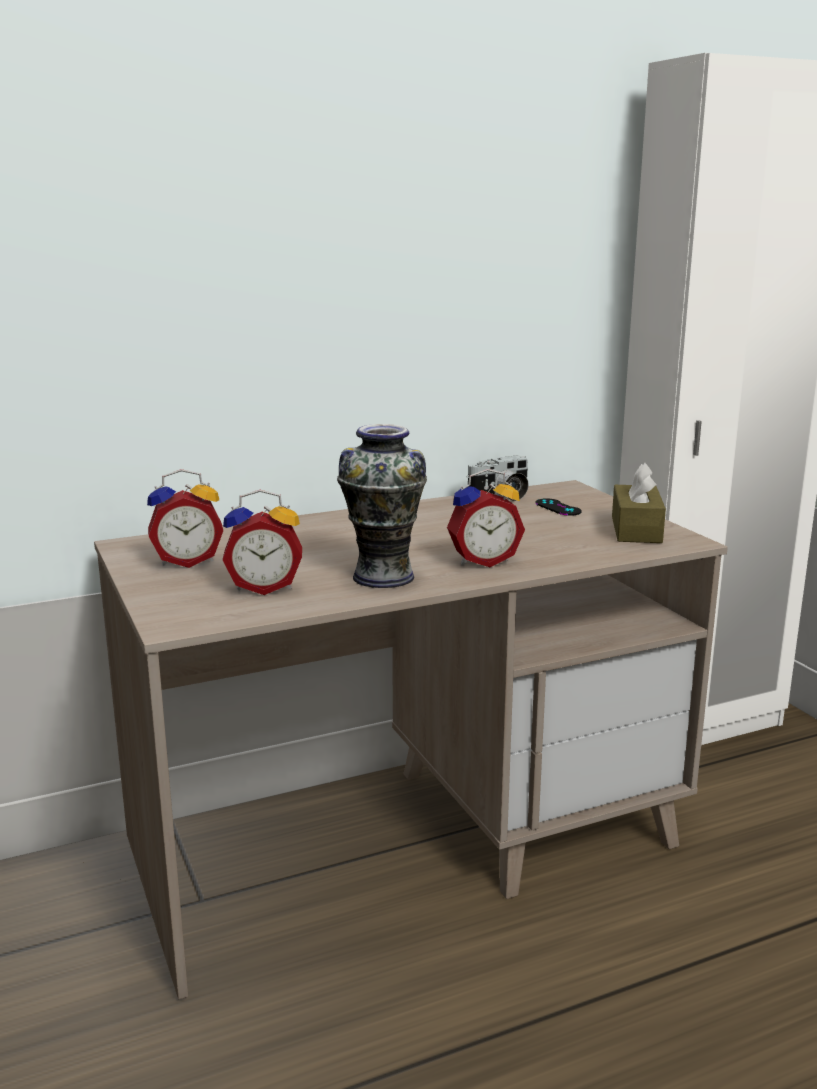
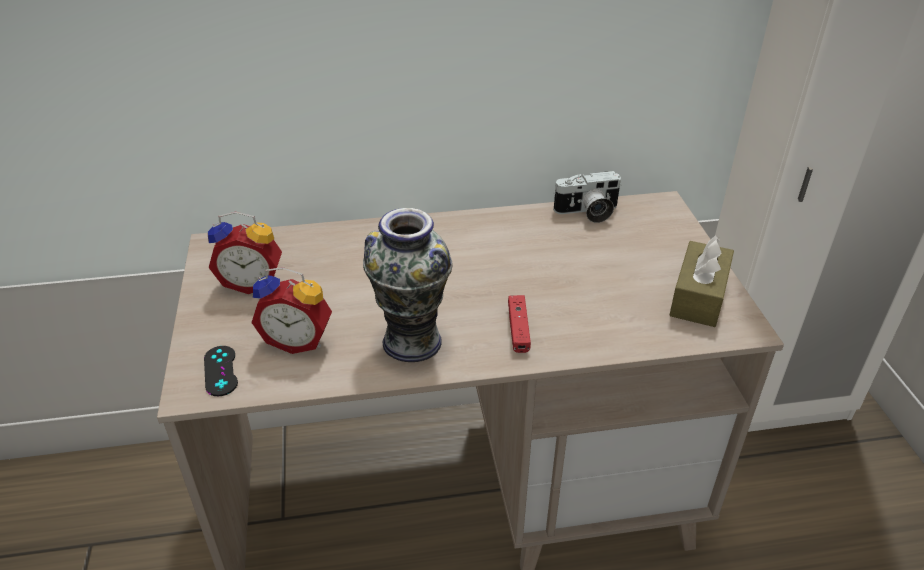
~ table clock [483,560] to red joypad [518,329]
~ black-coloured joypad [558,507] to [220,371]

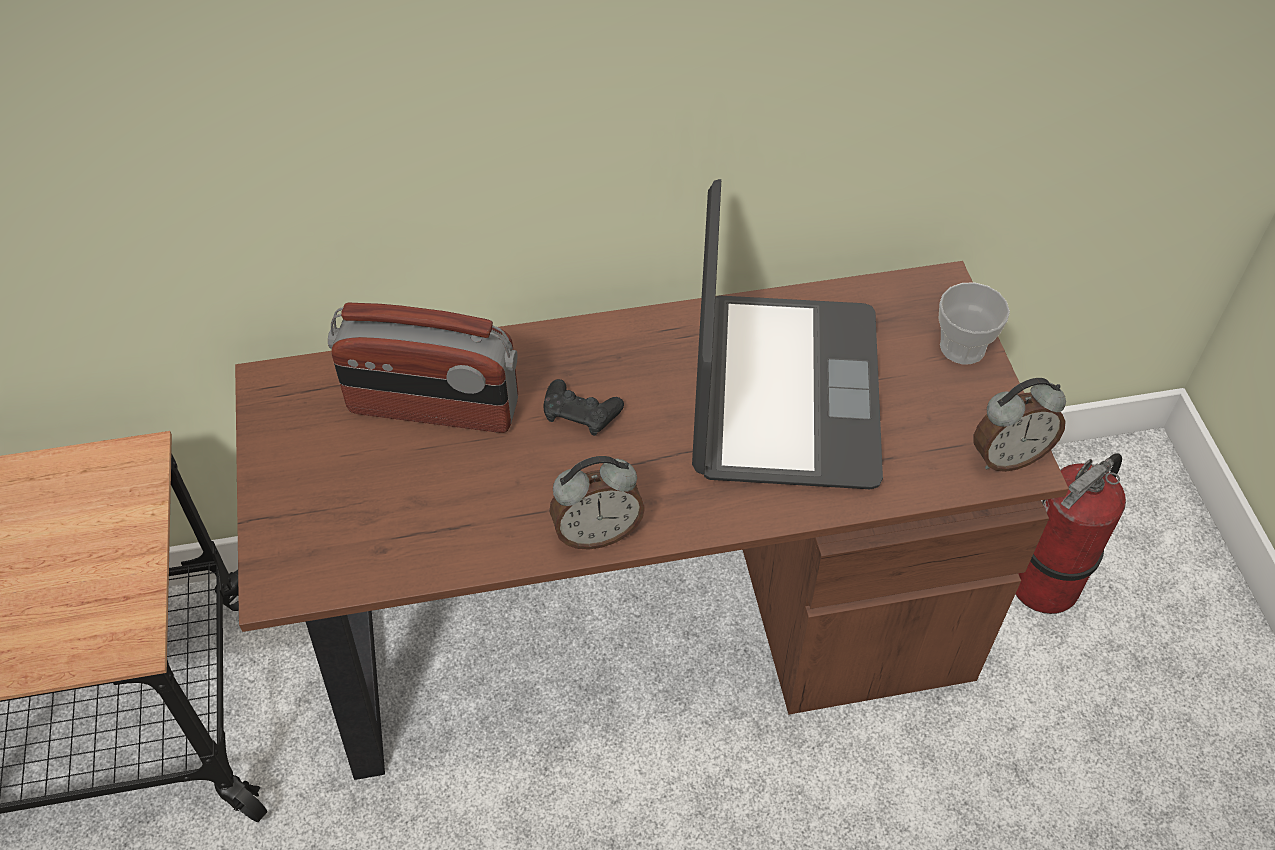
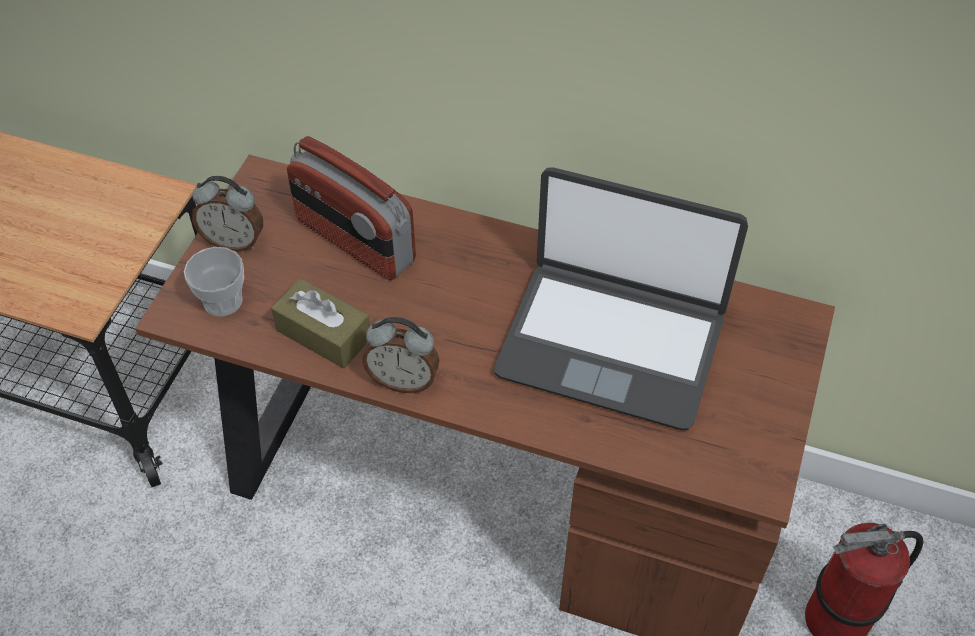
- black-coloured joypad [581,413]
~ portable computer [782,393] = [611,343] 75 degrees clockwise
~ cup [962,347] to [222,301]
~ table clock [1007,456] to [234,241]
+ brownish tissue box [323,334]

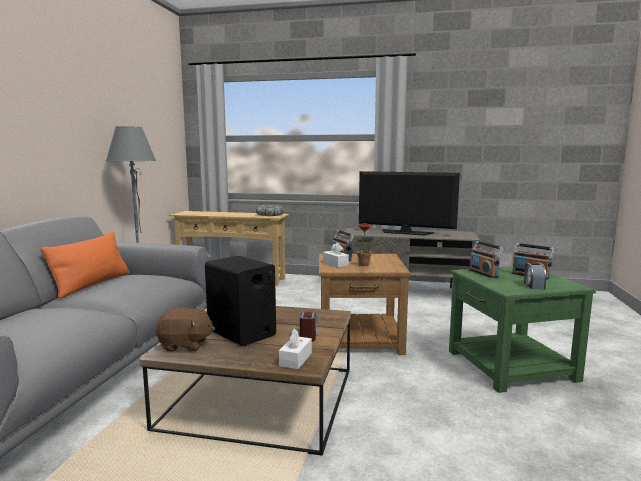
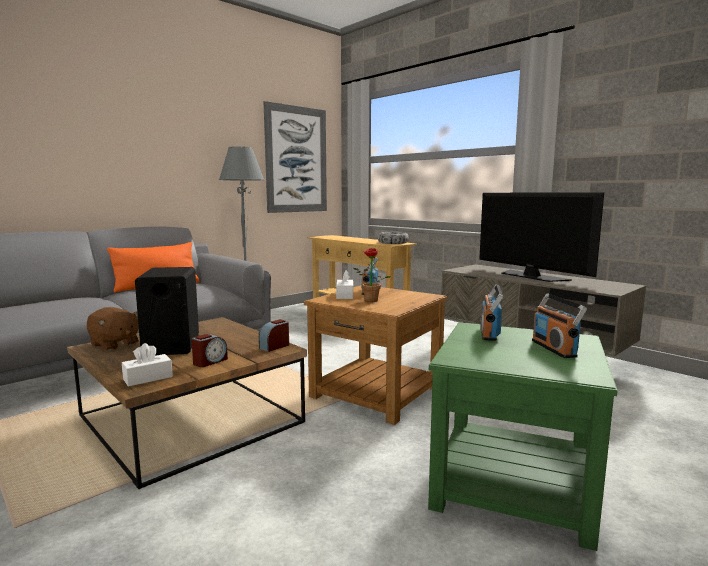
~ table clock [533,285] to [274,346]
+ wall art [296,160]

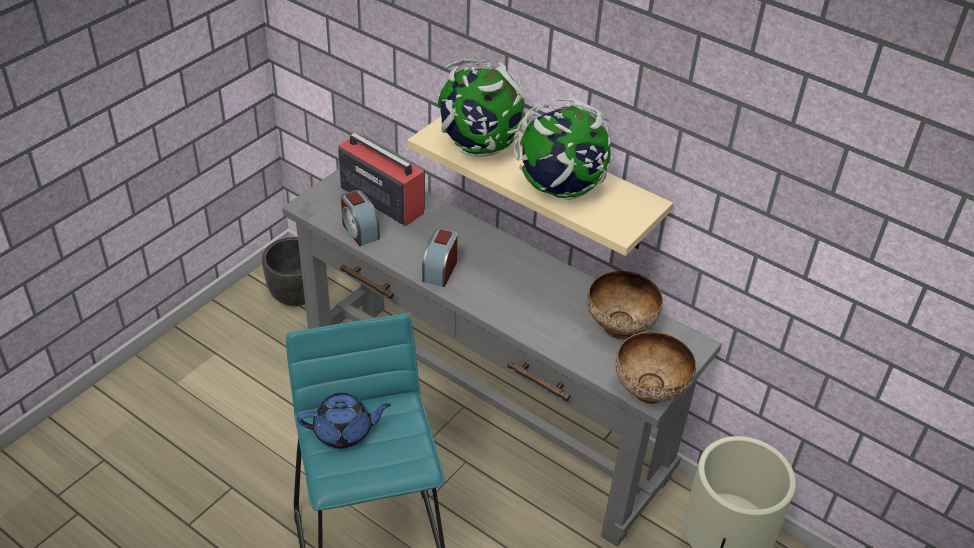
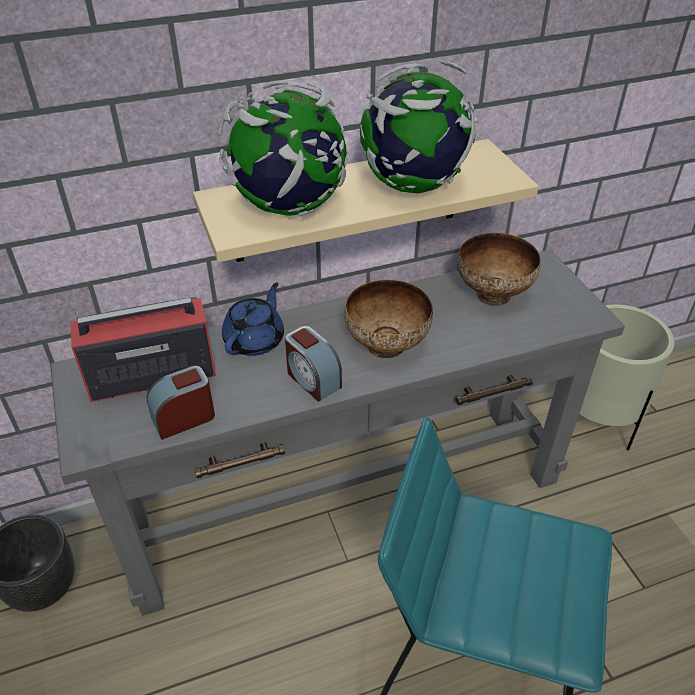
~ bluish teapot [344,431] to [255,340]
~ table clock [359,231] = [184,418] 150 degrees clockwise
~ deep dish [649,392] to [387,347]

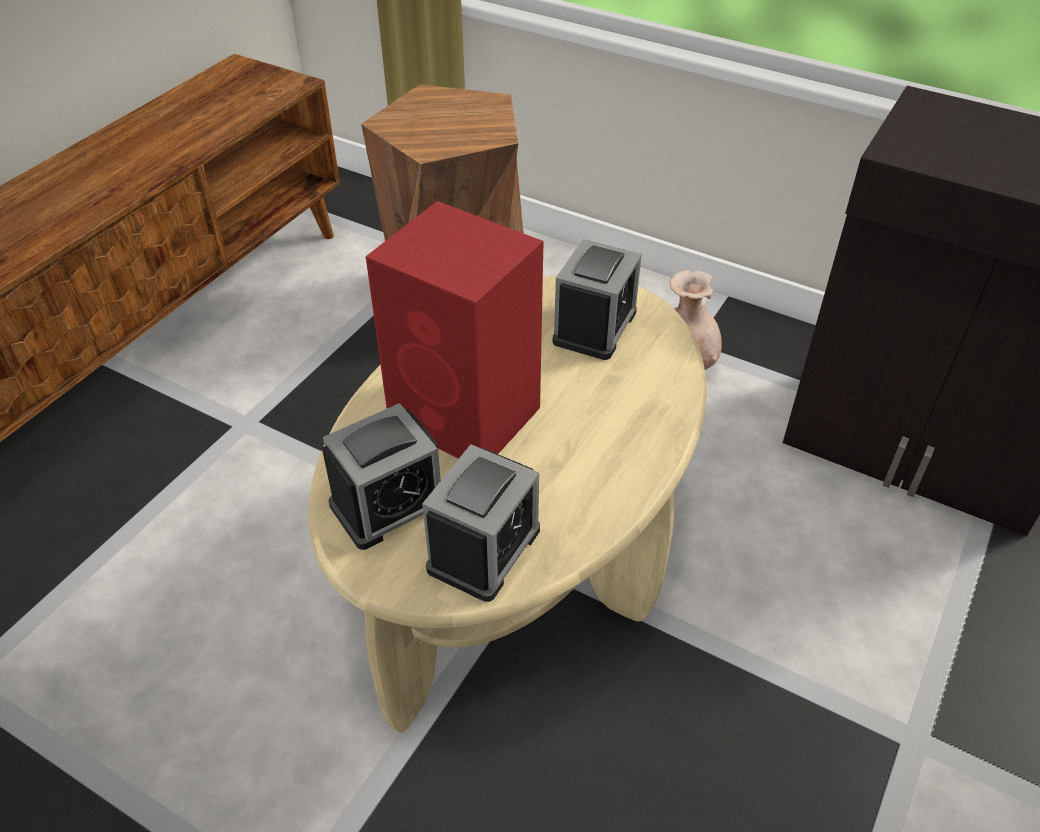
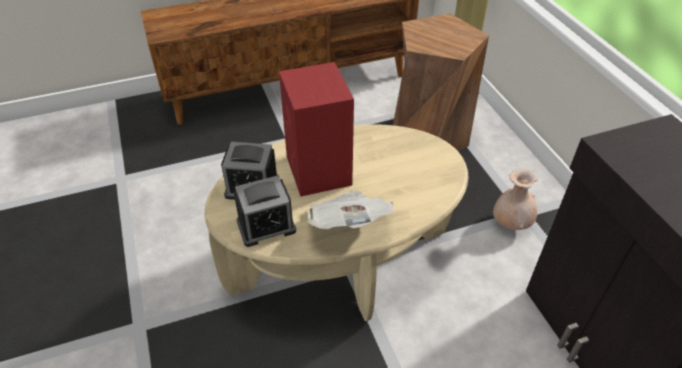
- table clock [594,327]
+ daily paper [349,224]

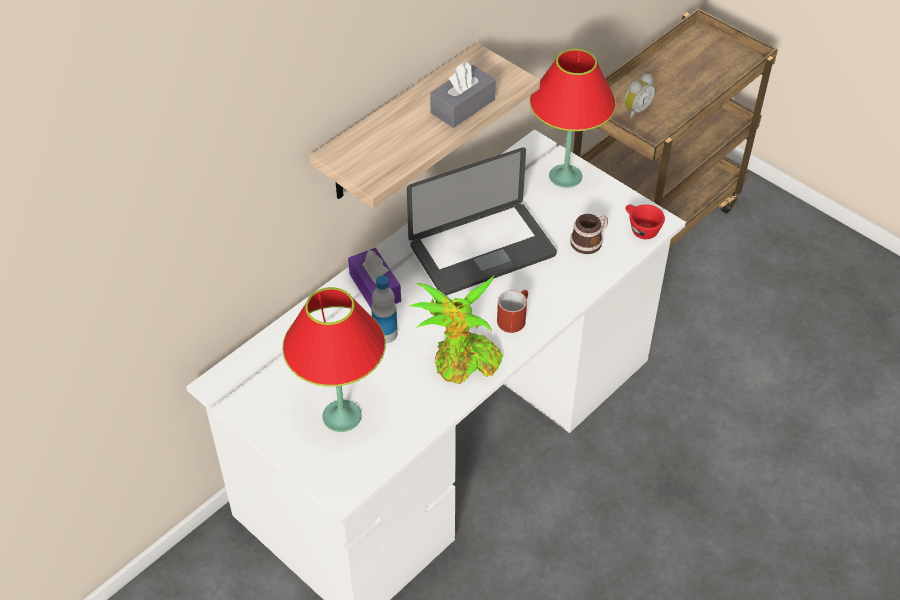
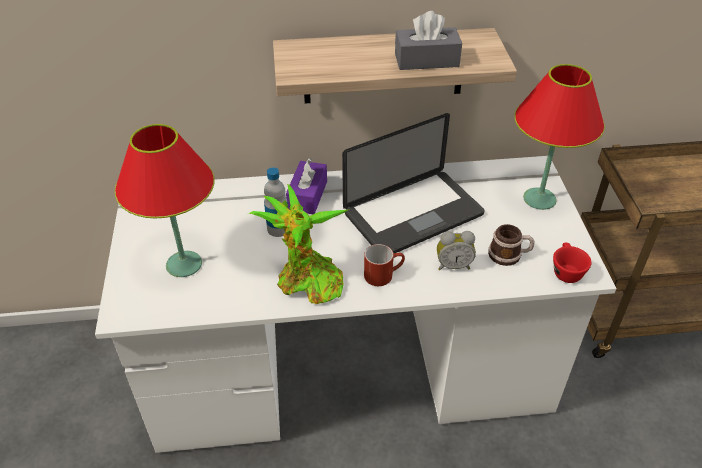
~ portable computer [482,251] = [413,214] 45 degrees counterclockwise
~ table clock [635,110] to [453,265]

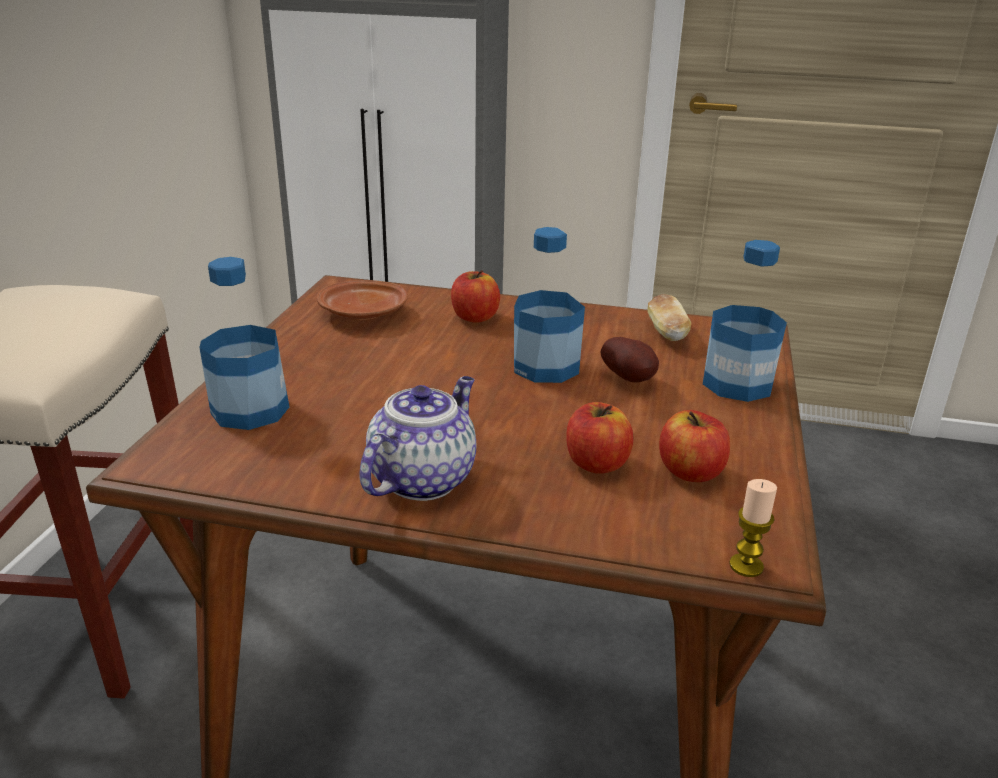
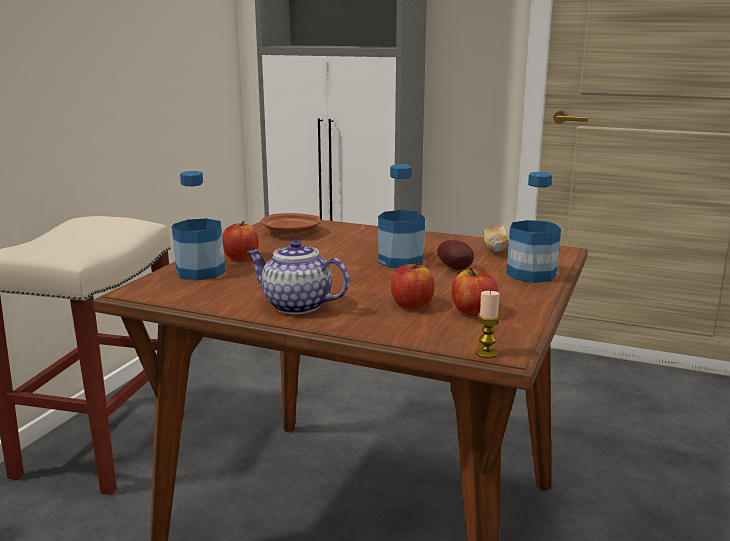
~ teapot [422,478] = [295,305] 105 degrees counterclockwise
~ apple [475,317] to [241,257]

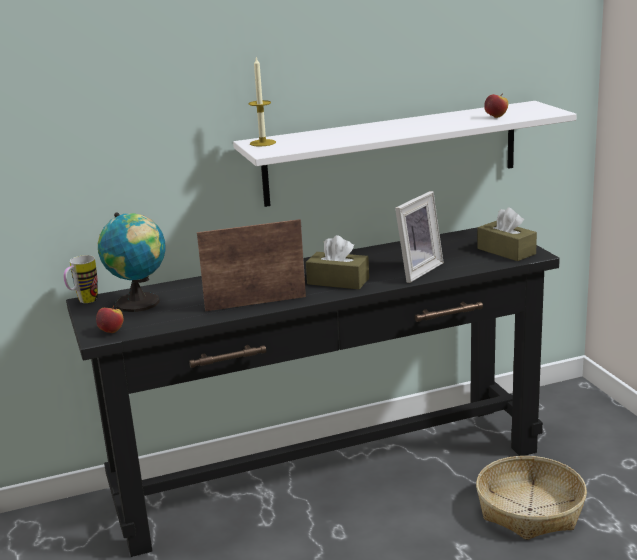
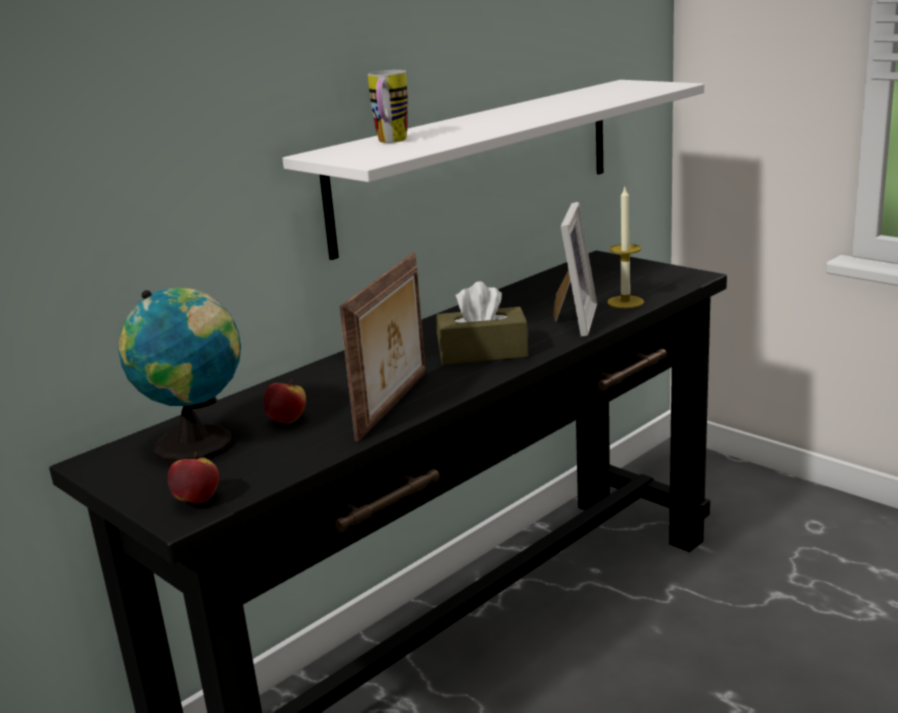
~ coffee mug [83,302] to [390,142]
~ photo frame [255,302] = [395,405] 150 degrees clockwise
~ candle [262,143] to [625,302]
- household basket [529,510]
- brownish tissue box [506,251]
~ apple [496,117] to [287,421]

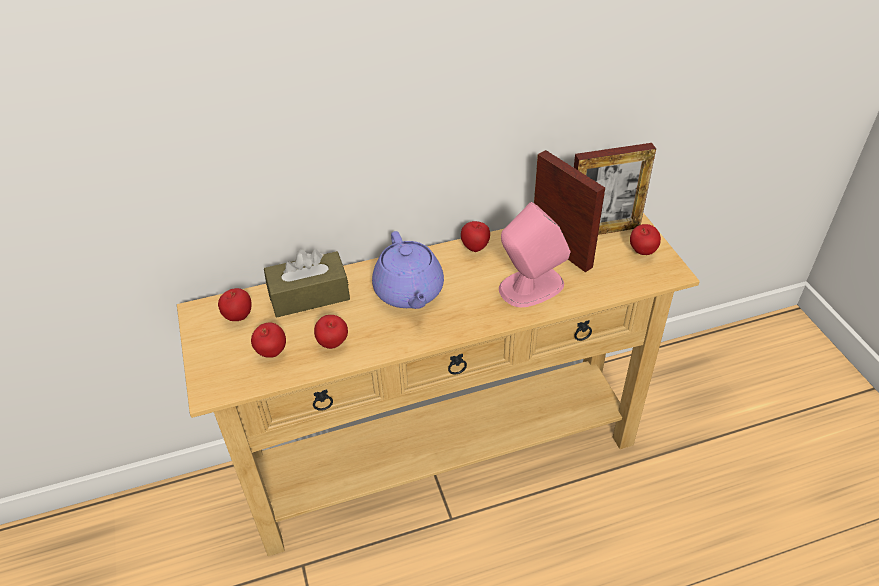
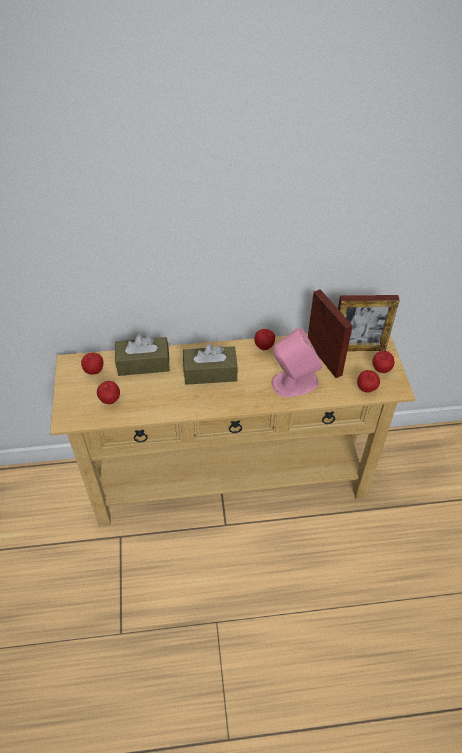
~ apple [333,344] to [366,389]
~ purple-coloured teapot [409,292] to brownish tissue box [210,372]

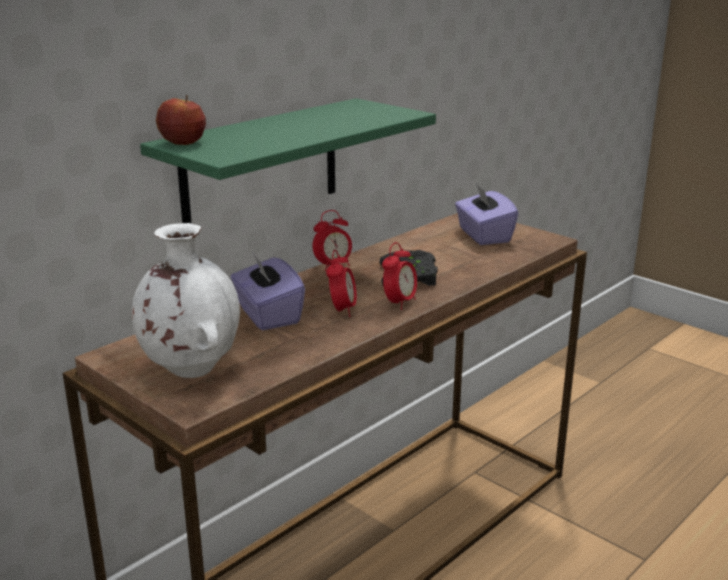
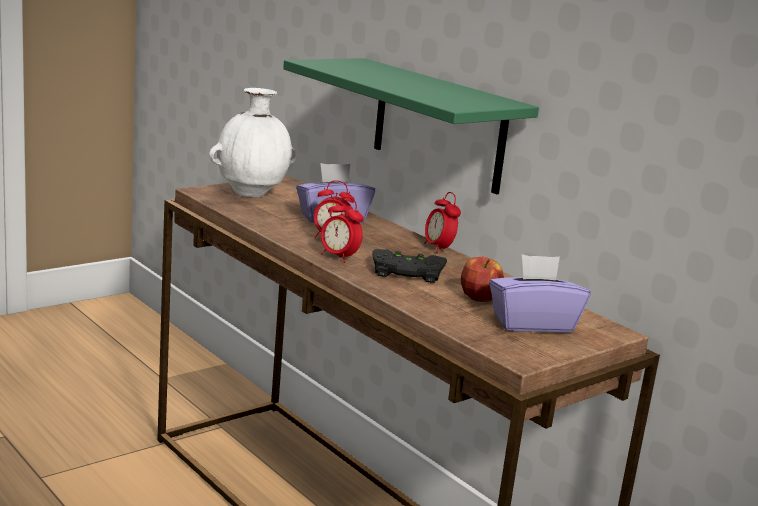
~ apple [182,142] to [479,298]

